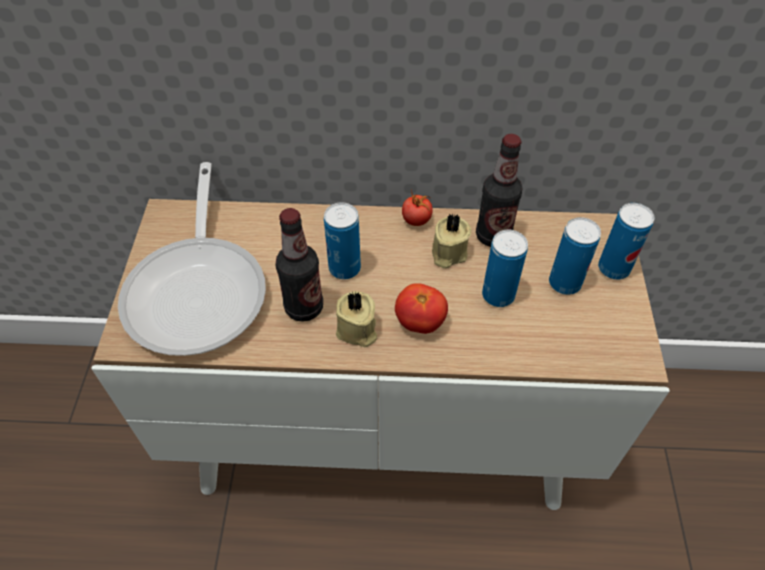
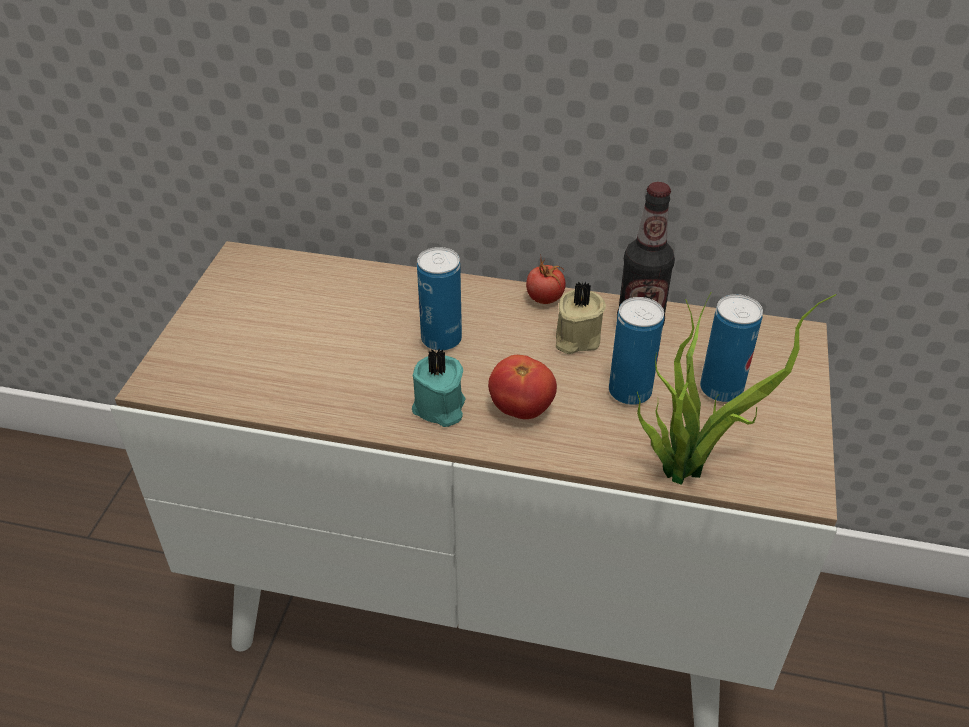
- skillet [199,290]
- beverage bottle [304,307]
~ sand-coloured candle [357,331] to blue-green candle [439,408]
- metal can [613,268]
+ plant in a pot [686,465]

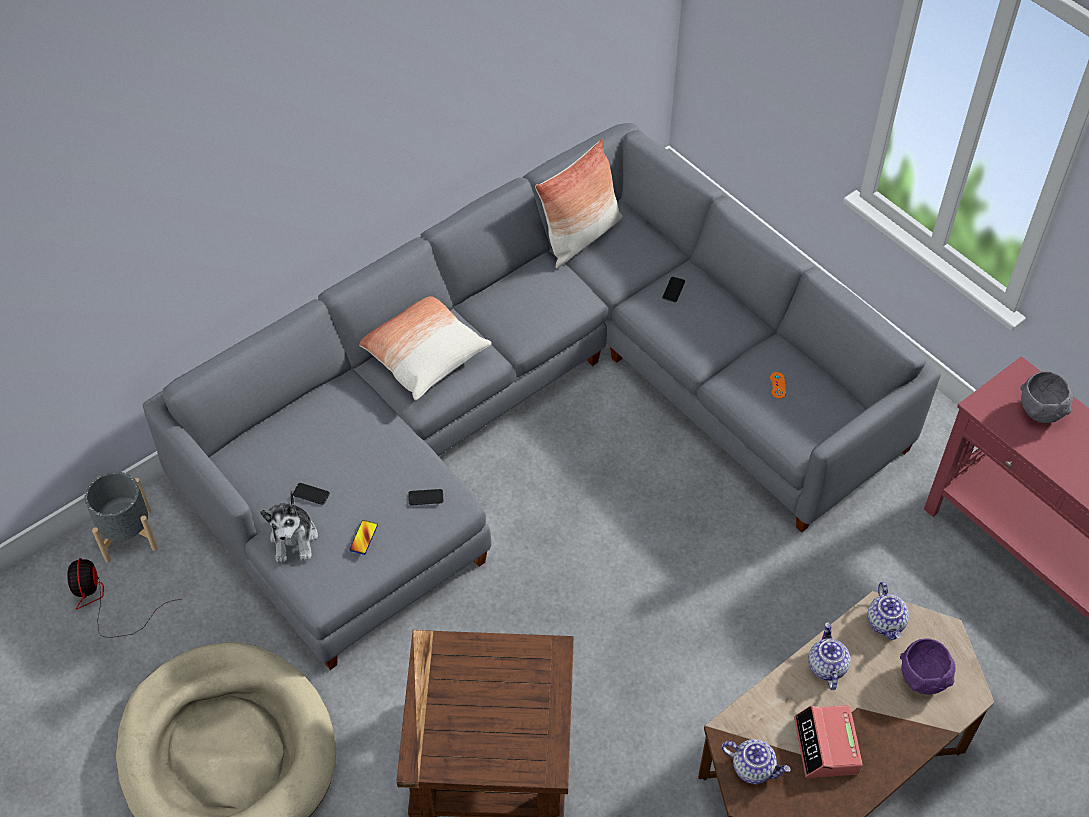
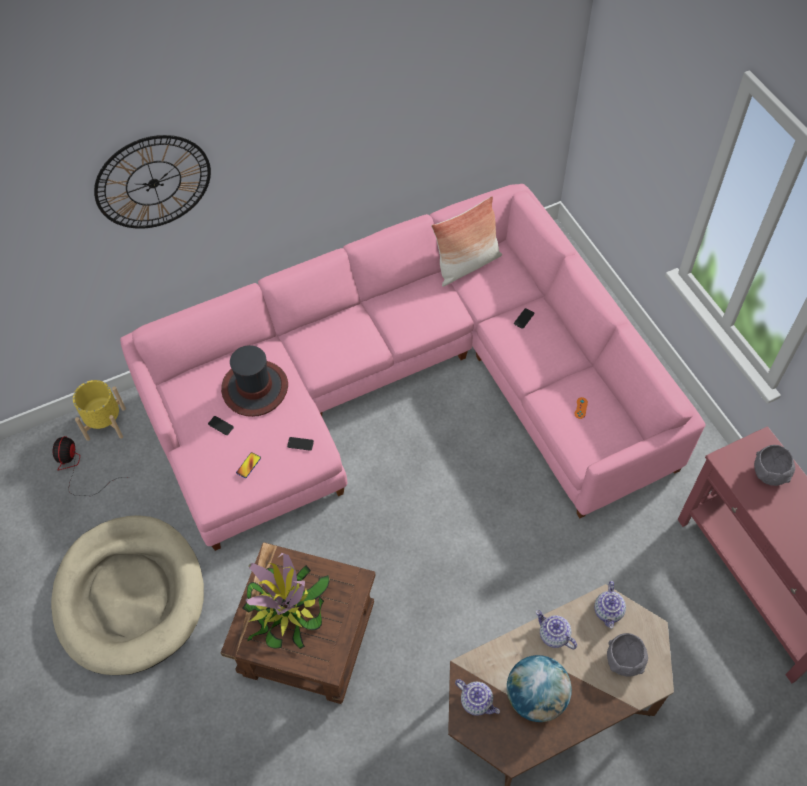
~ greyish plant pot [127,535] to yellow-coloured plant pot [105,423]
~ greyish couch [532,413] to pink-coloured couch [407,388]
- cuddly toy [294,539]
- pillow [422,355]
~ table clock [826,746] to desk globe [536,697]
~ teapot [826,666] = [553,635] 60 degrees counterclockwise
~ purple-coloured deep dish [922,678] to greyish deep dish [624,660]
+ wall clock [153,183]
+ wearable hat [255,388]
+ plant in a pot [286,611]

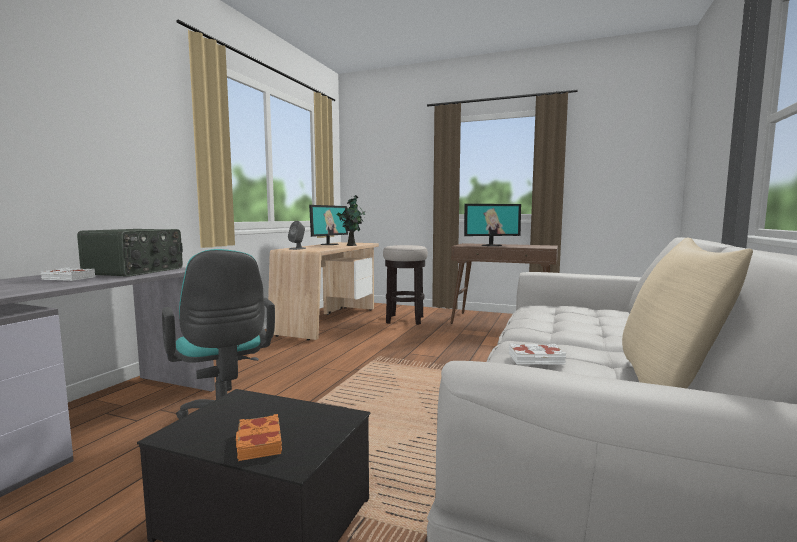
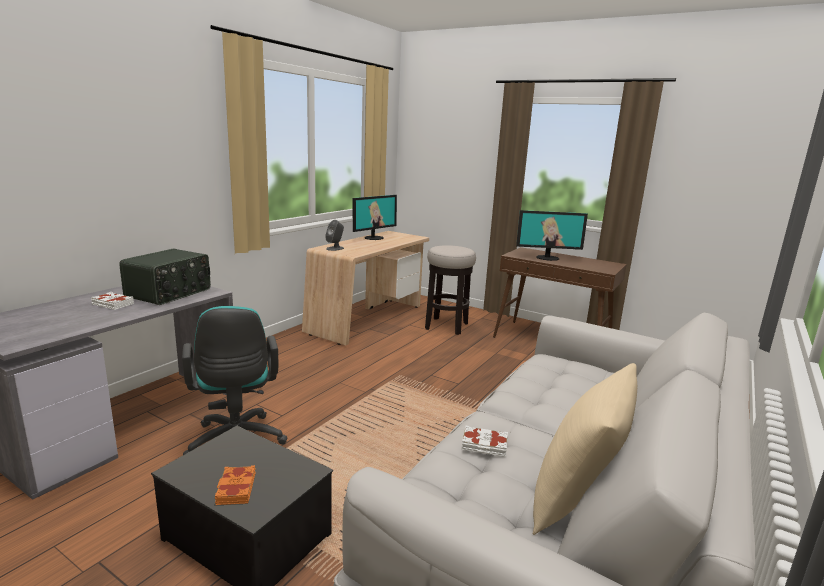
- plant in a pot [351,245]

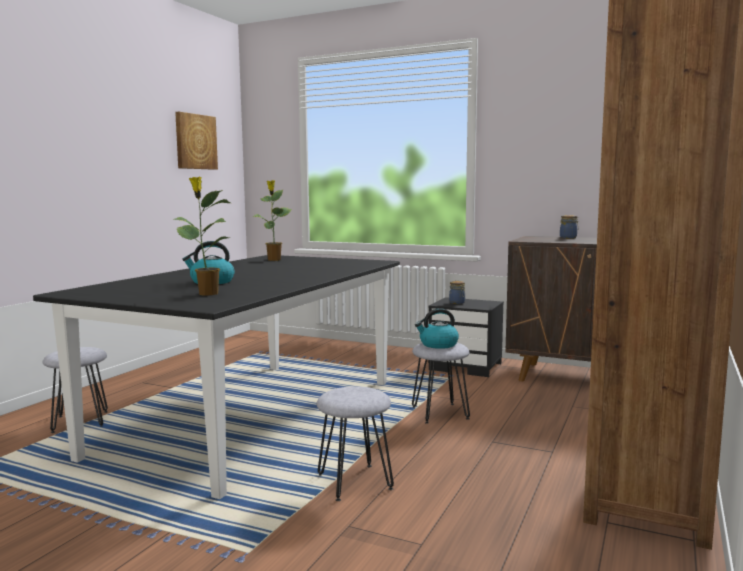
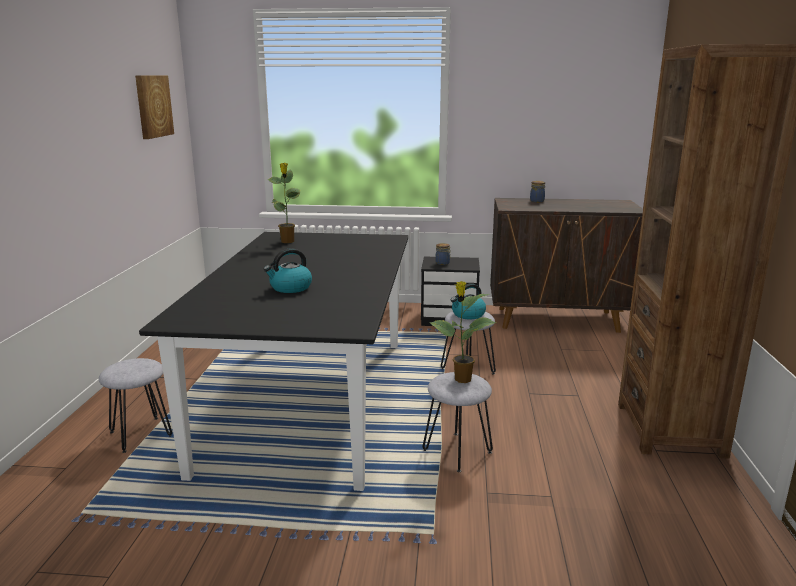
~ plant in a pot [207,294] to [461,379]

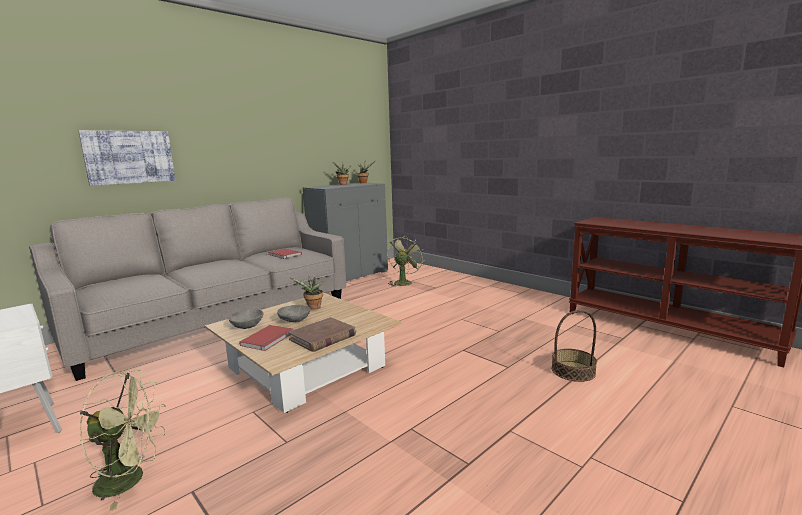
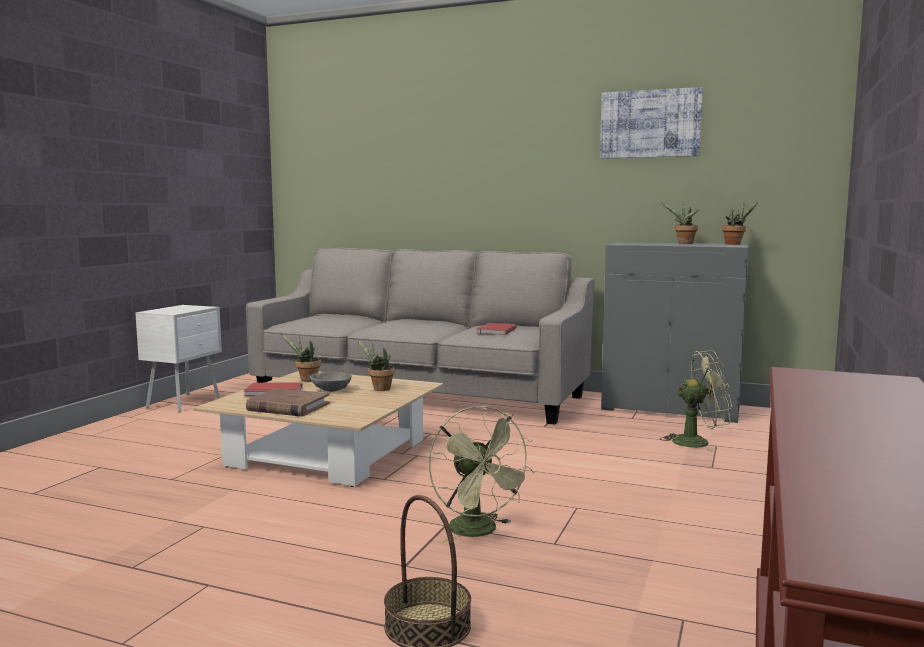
~ wall art [129,157] to [650,124]
~ green-coloured electric fan [130,480] to [480,532]
~ greyish deep dish [247,326] to plant in a pot [306,380]

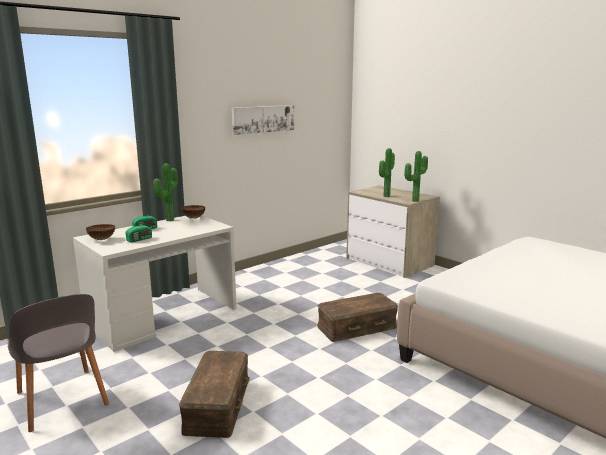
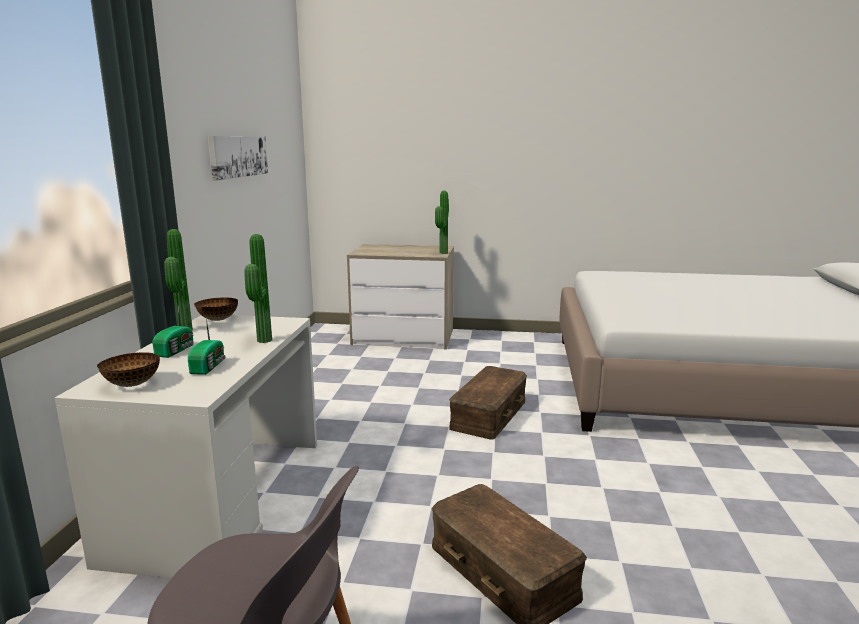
~ plant in a pot [385,196] to [261,340]

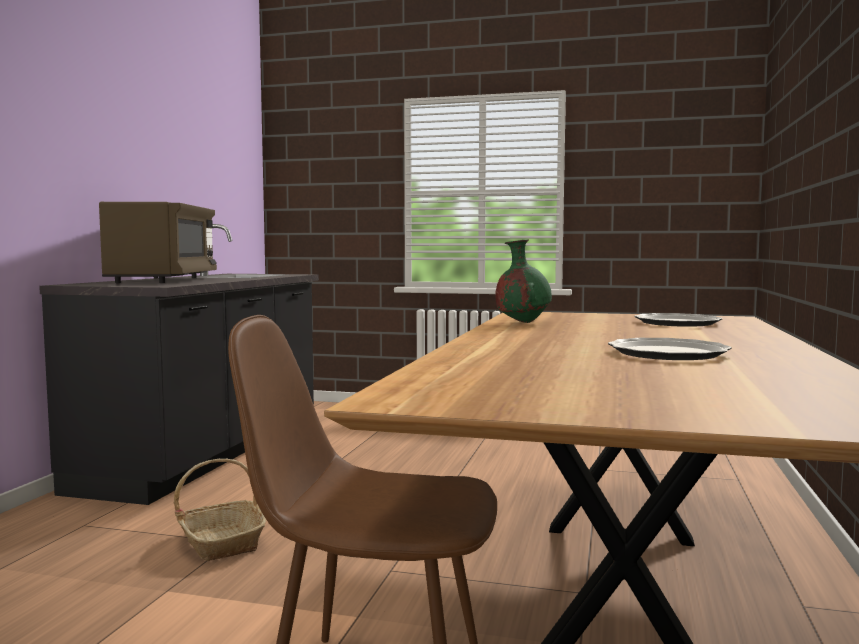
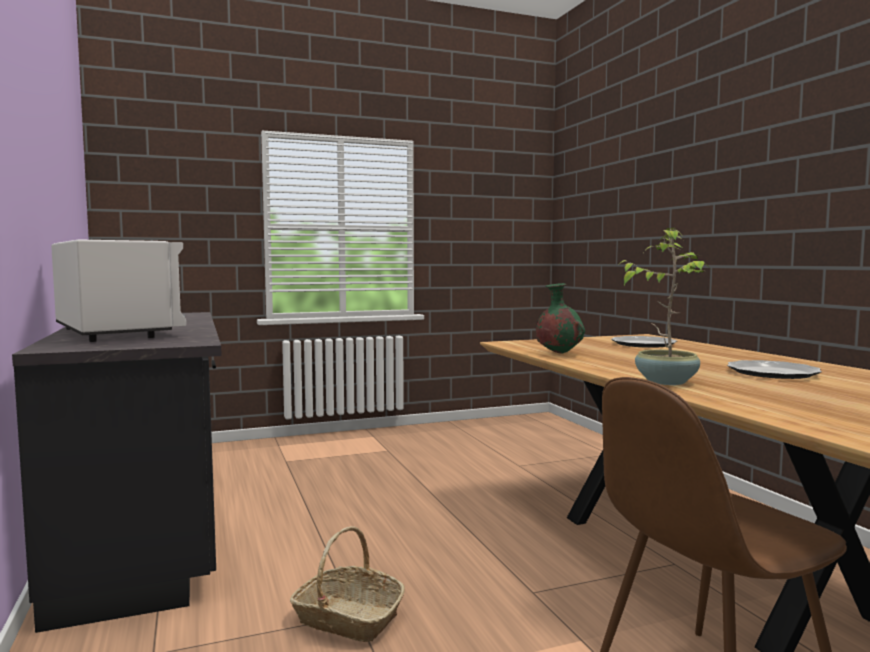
~ brownish kitchen microwave [164,280] to white-coloured kitchen microwave [117,333]
+ plant in a pot [665,381]

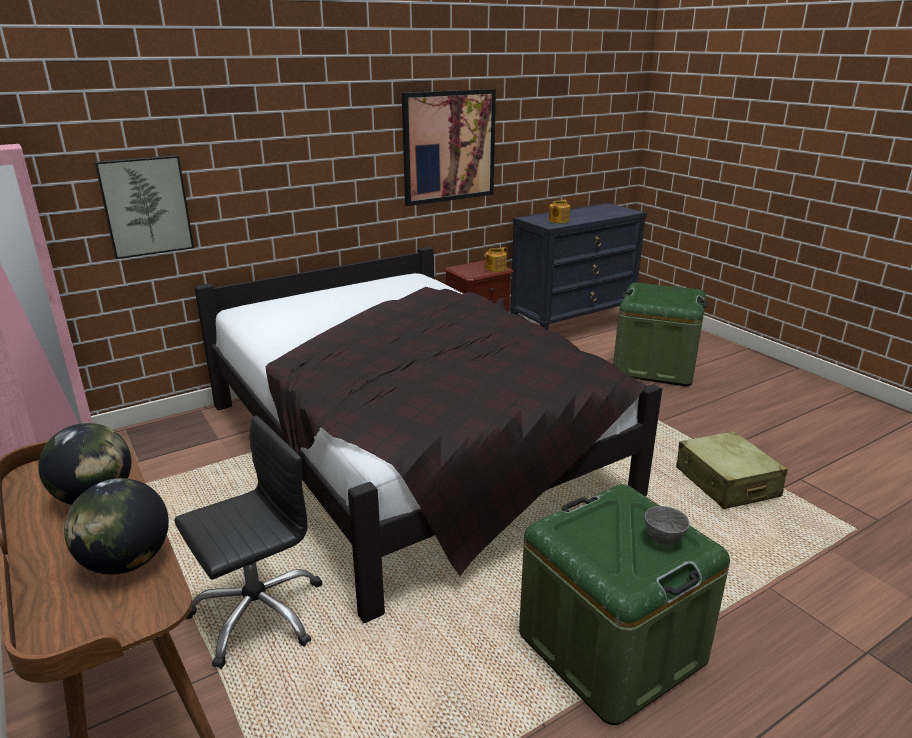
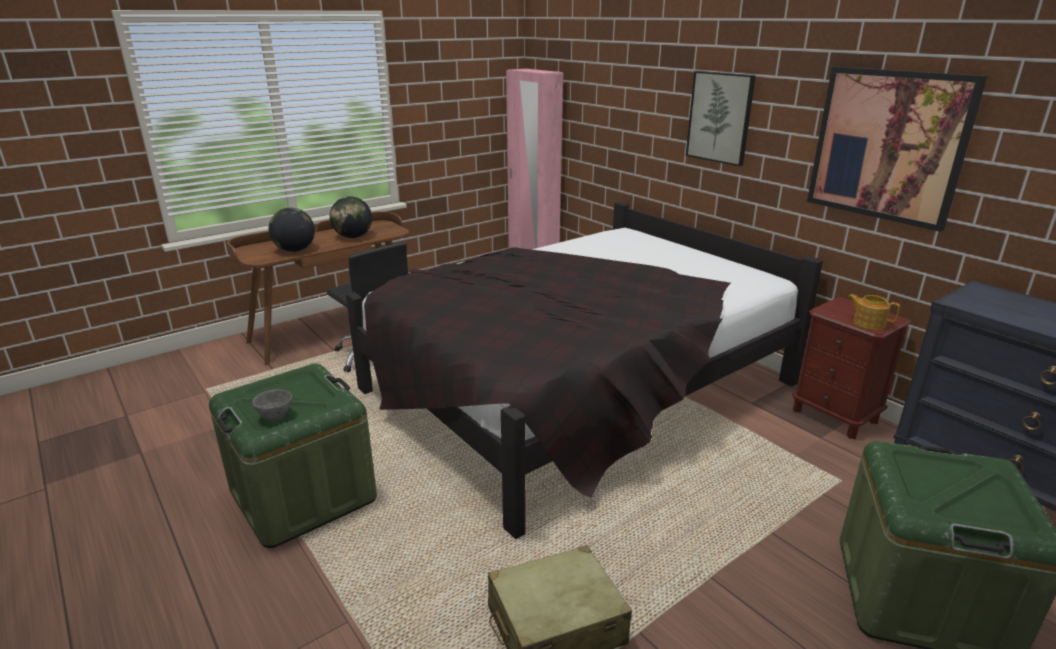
~ wall art [146,206] to [720,117]
- teapot [558,221]

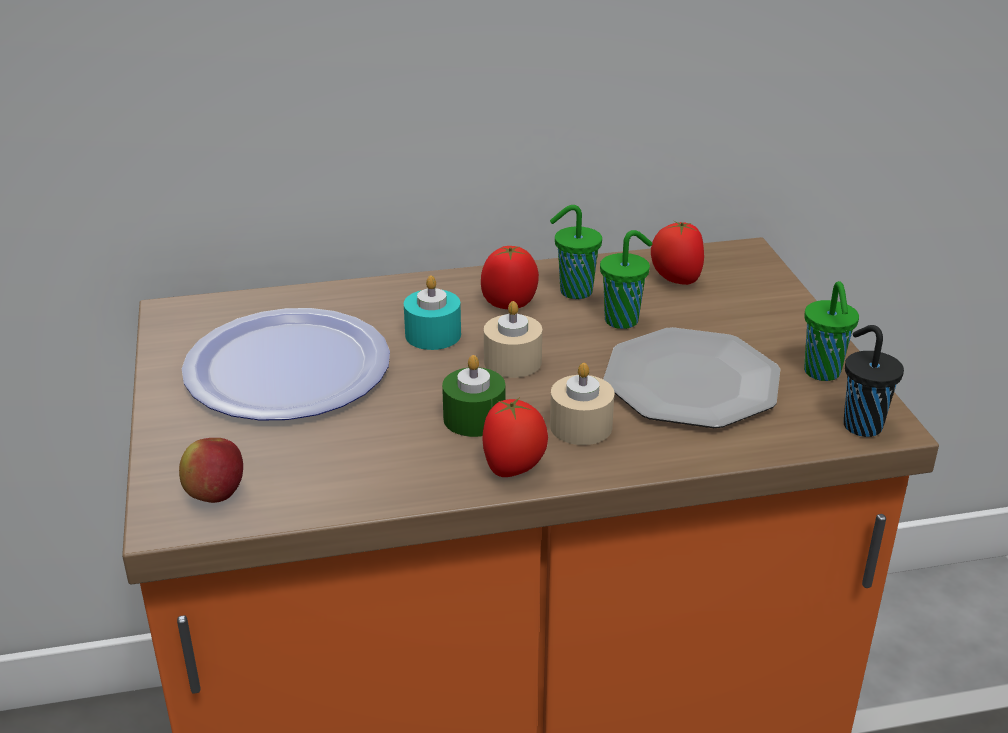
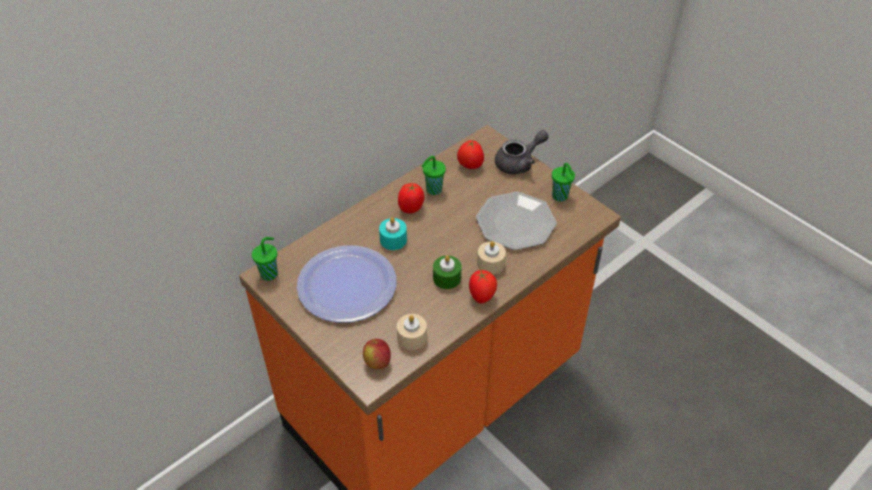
~ sand-coloured candle [512,361] to [412,337]
~ green-coloured cup [623,320] to [270,273]
- black-coloured cup [860,425]
+ greyish teapot [519,163]

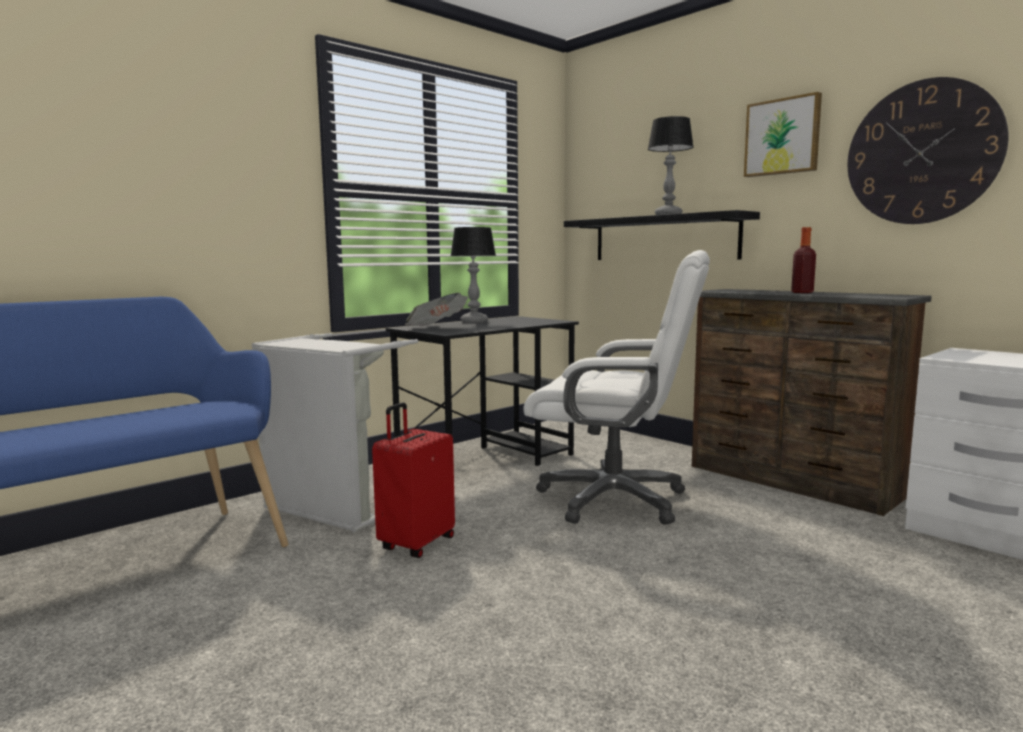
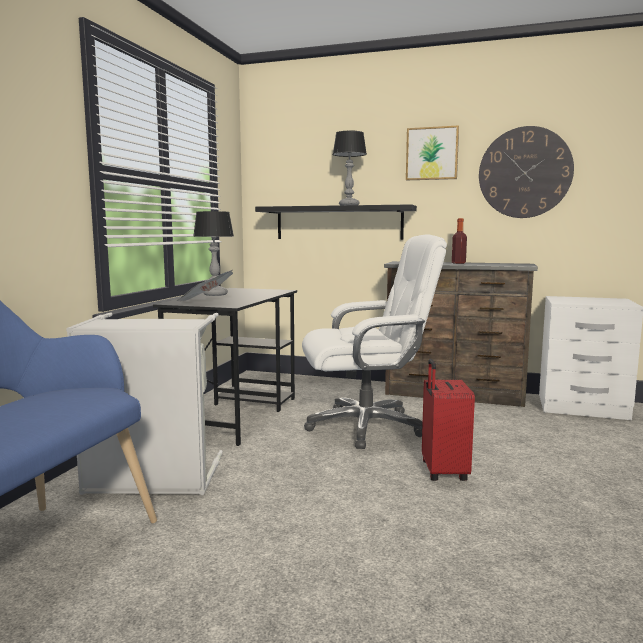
~ red suitcase [416,544] to [442,472]

